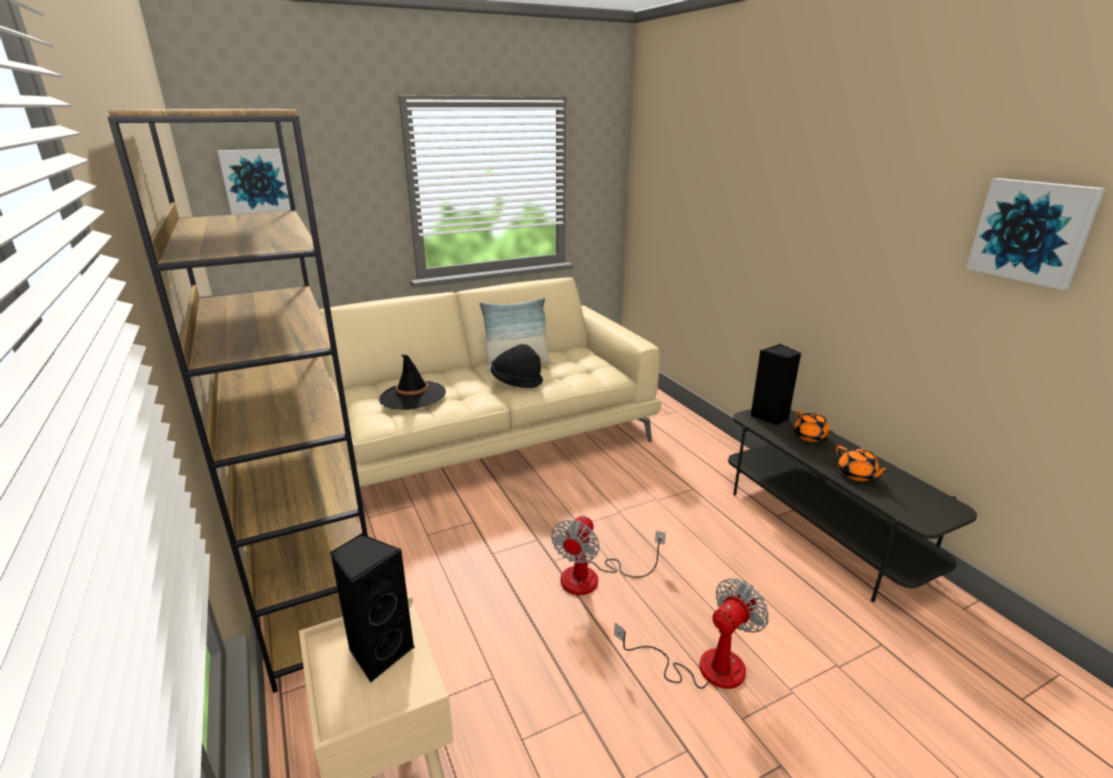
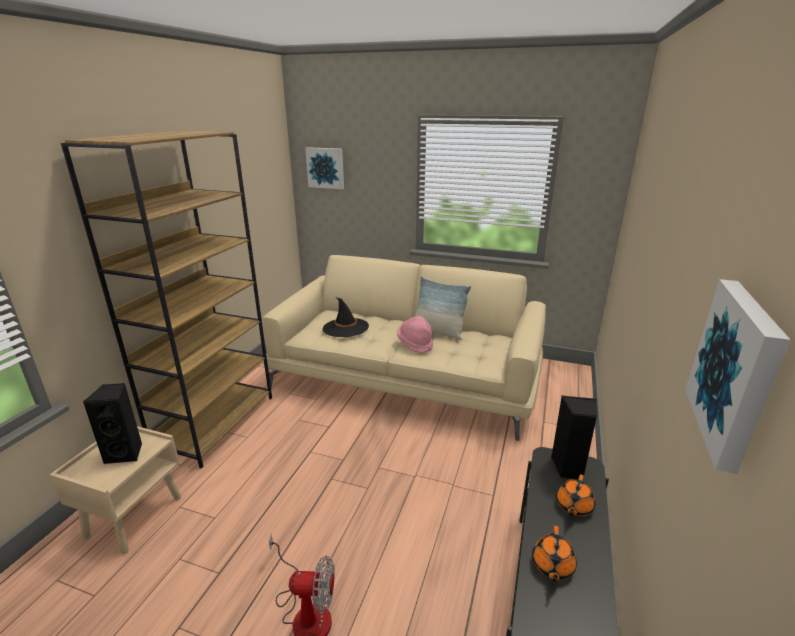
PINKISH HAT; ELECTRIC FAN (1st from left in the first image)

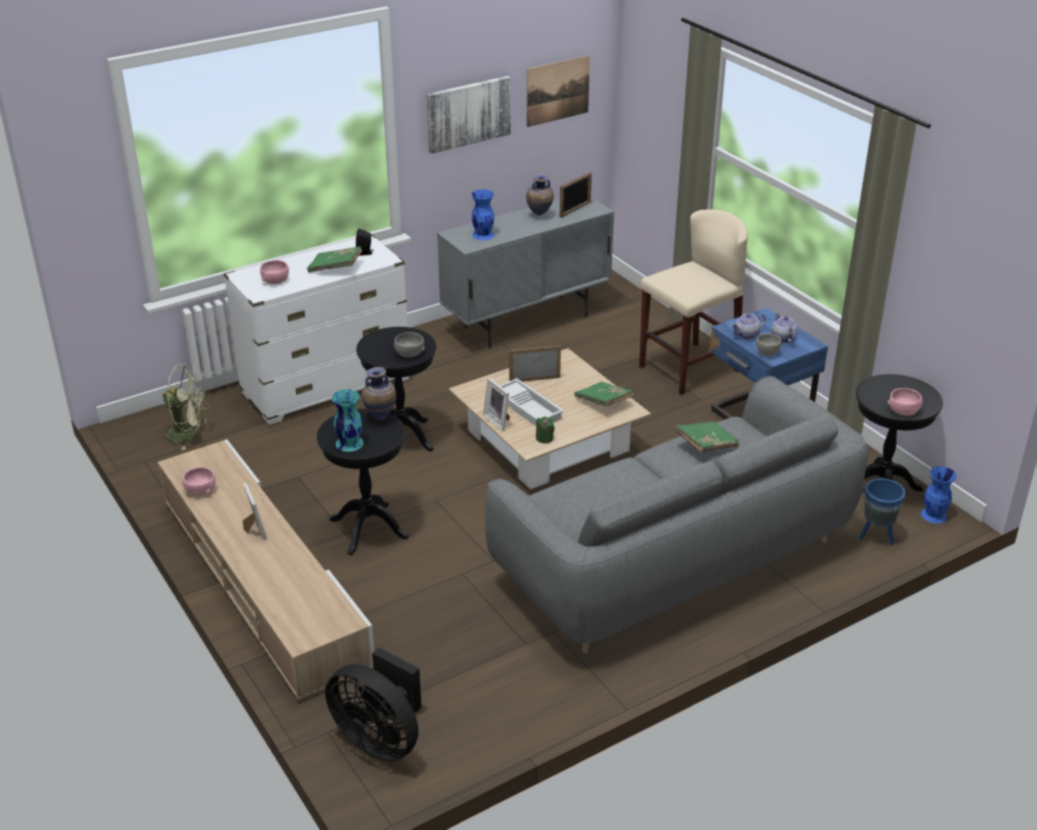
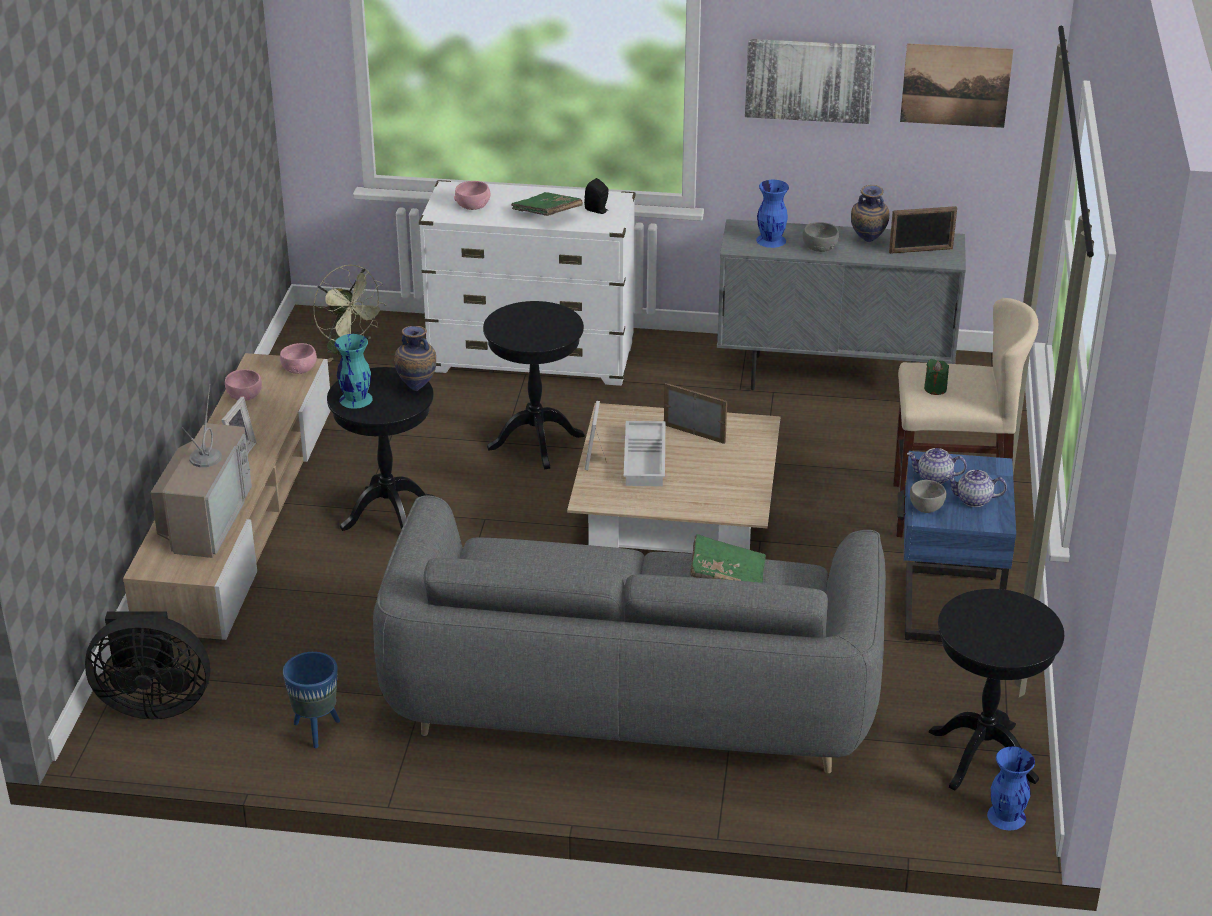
TEA POT (2nd from left); GRAY DEEP DISH (1st from left); GREENISH BOOK (2nd from left in the first image); PINKISH DEEP DISH (2nd from left); GREENISH WAX LIGHT; BLUE-COLOURED FLOWER POT; BLACK-COLOURED ELECTRIC FAN; TV

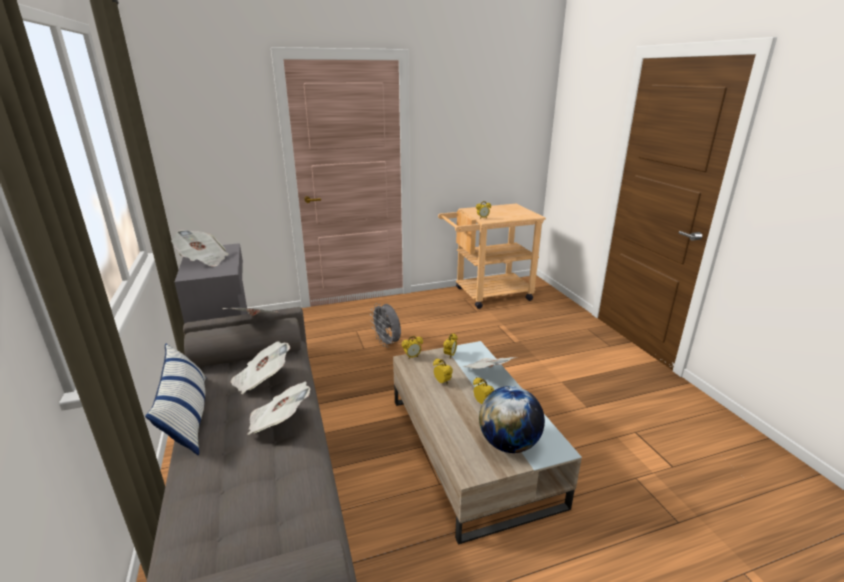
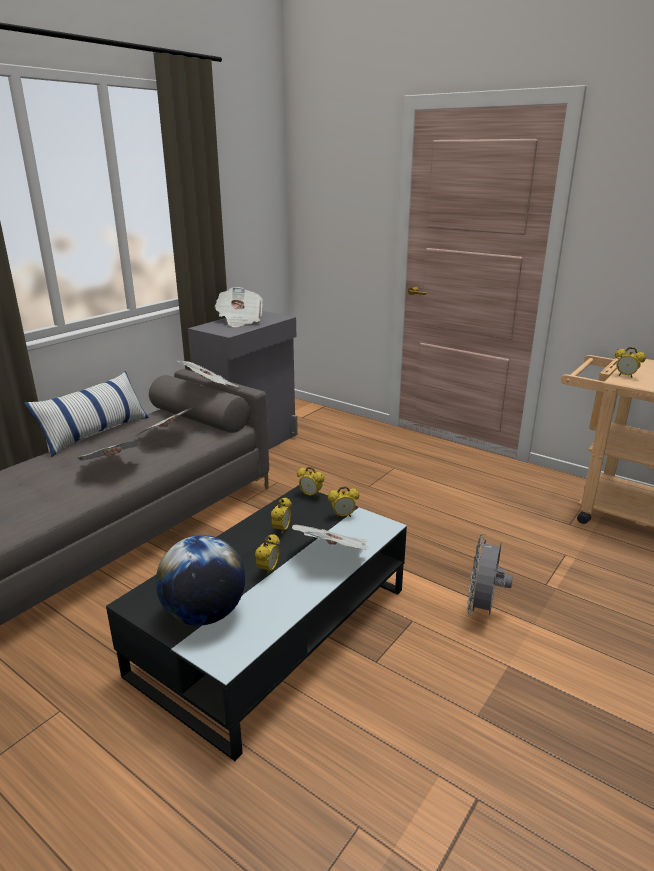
GRAY ELECTRIC FAN; BLACK-COLOURED LOW TABLE

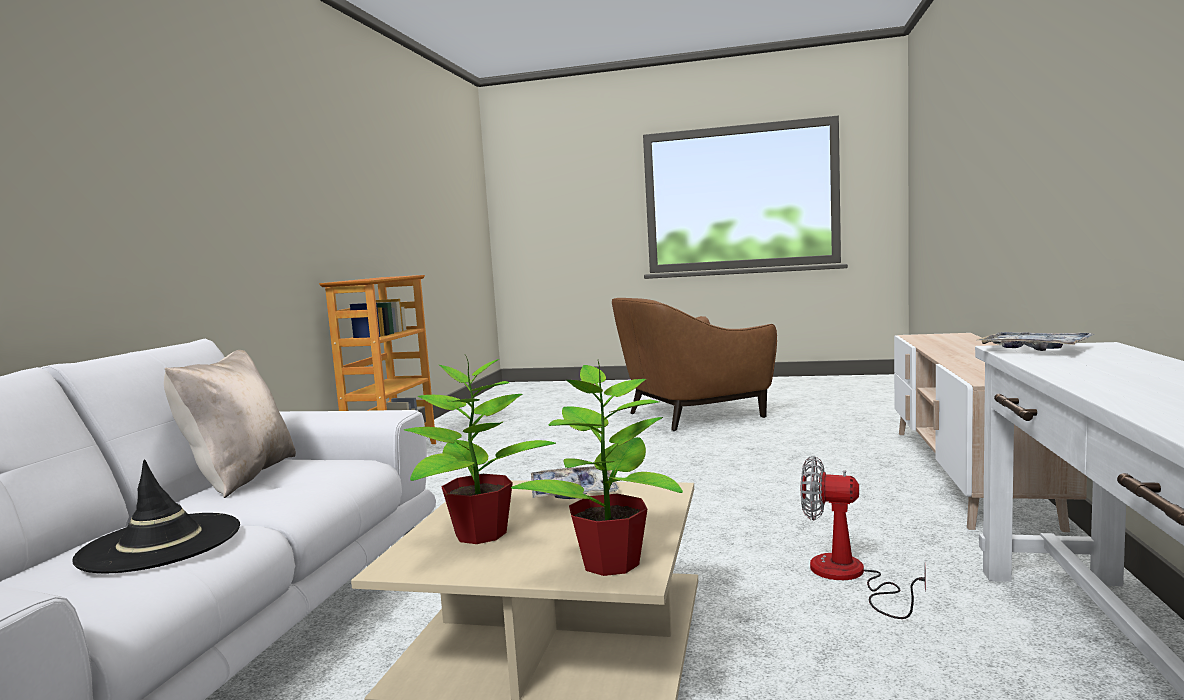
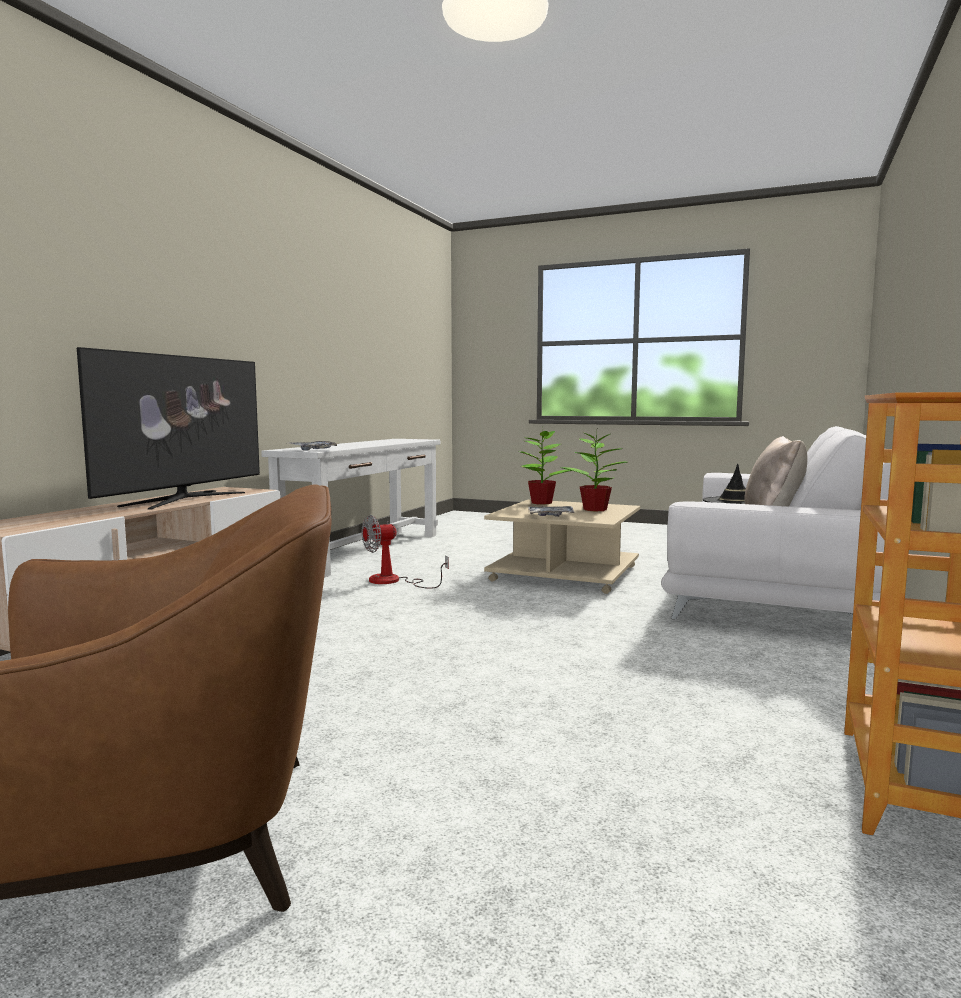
ELECTRIC FAN; TV

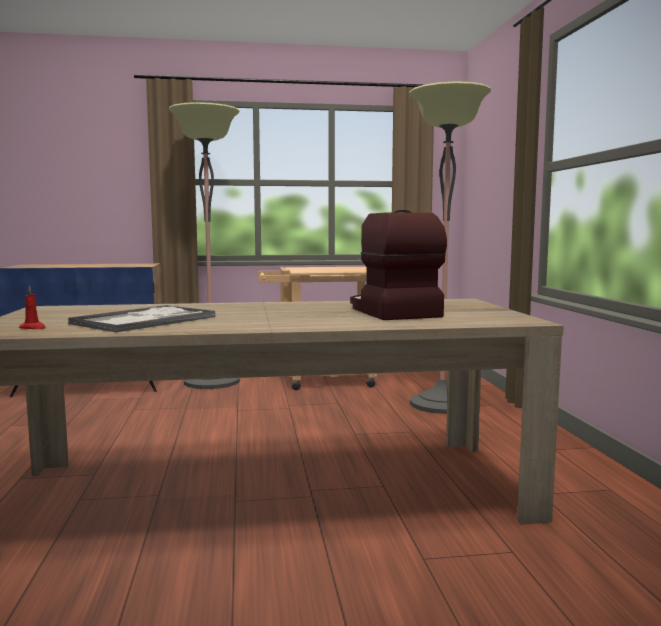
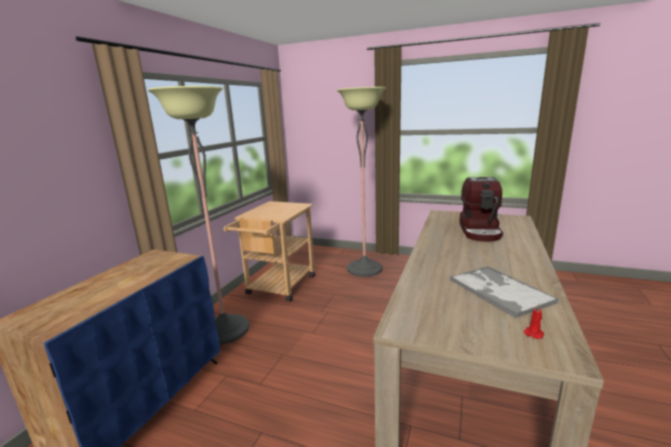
COFFEE MAKER

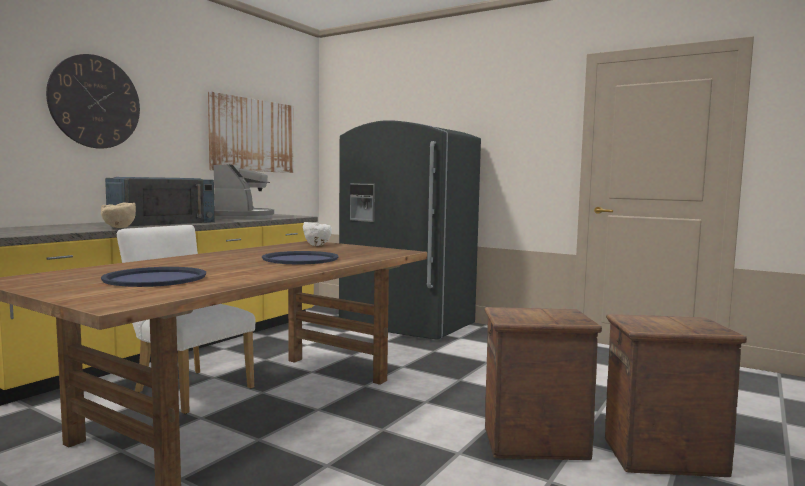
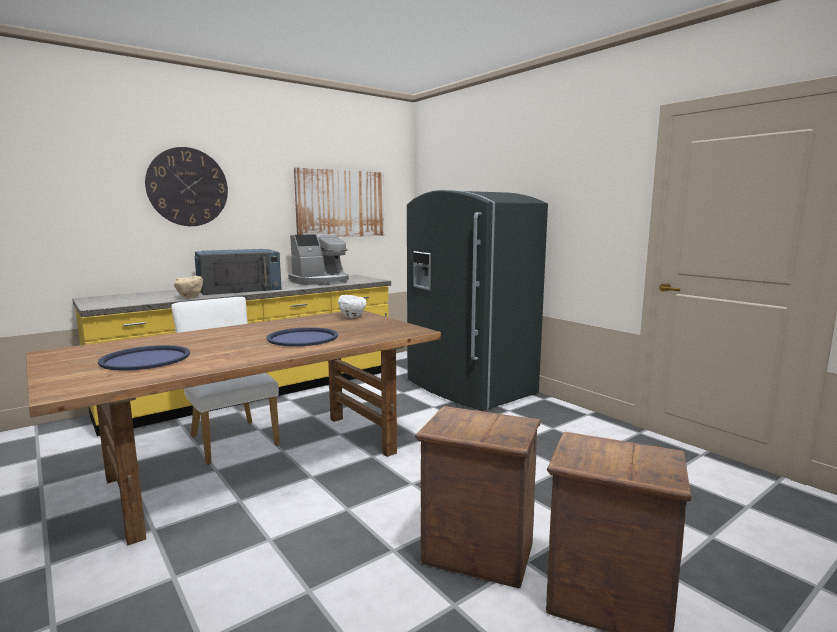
COFFEE MAKER

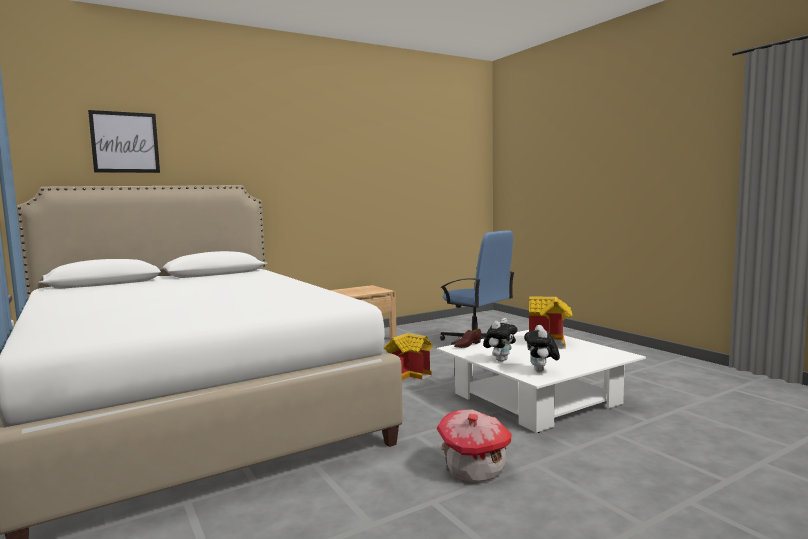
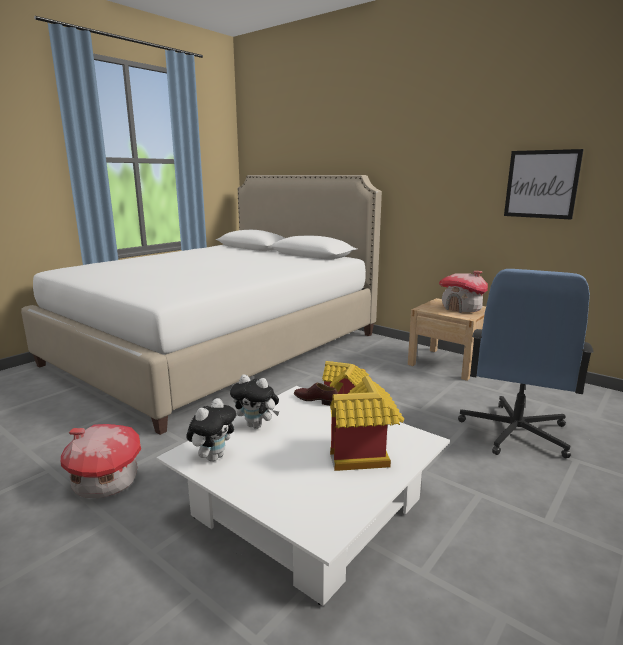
WALL PICTURE; CUDDLY TOY (1st from left); MINIATURE HOUSE (4th from left)

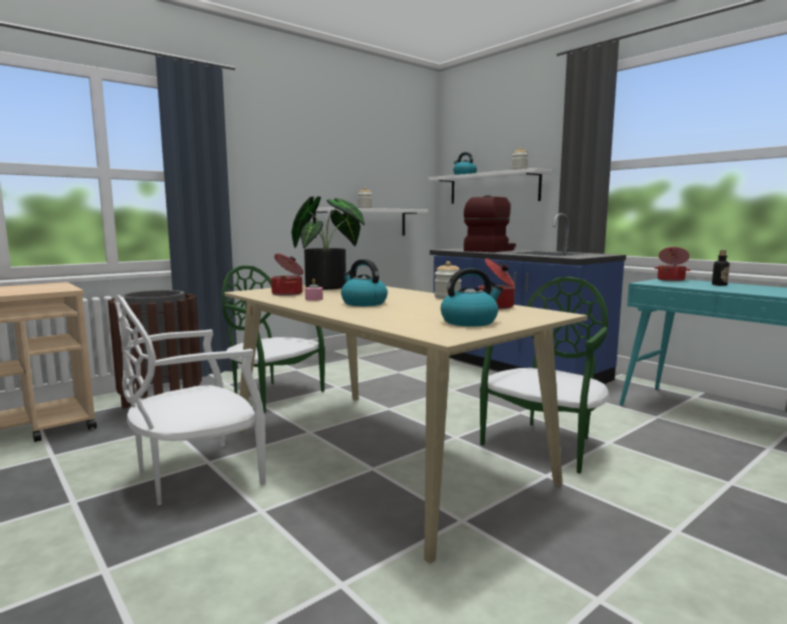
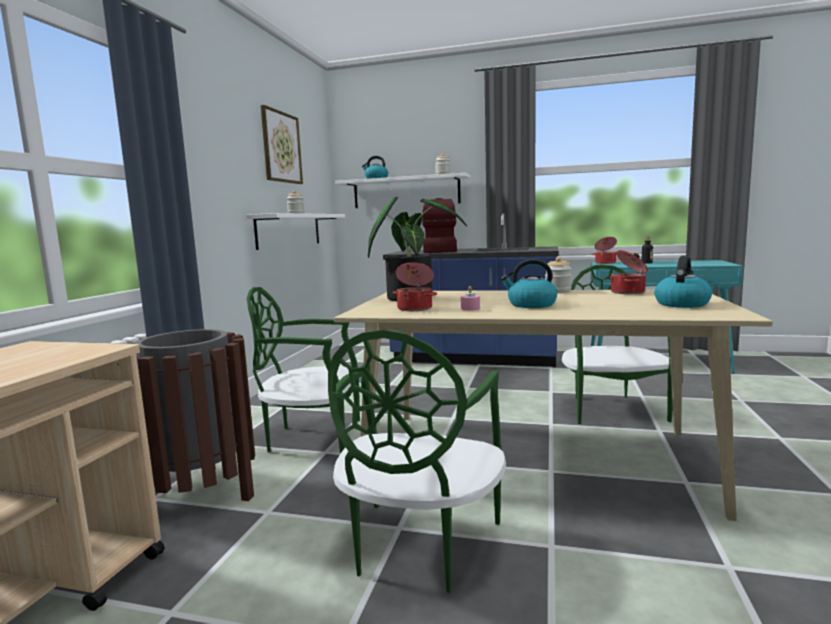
GREENISH UPRIGHT CHAIR (2nd from left); WALL PICTURE

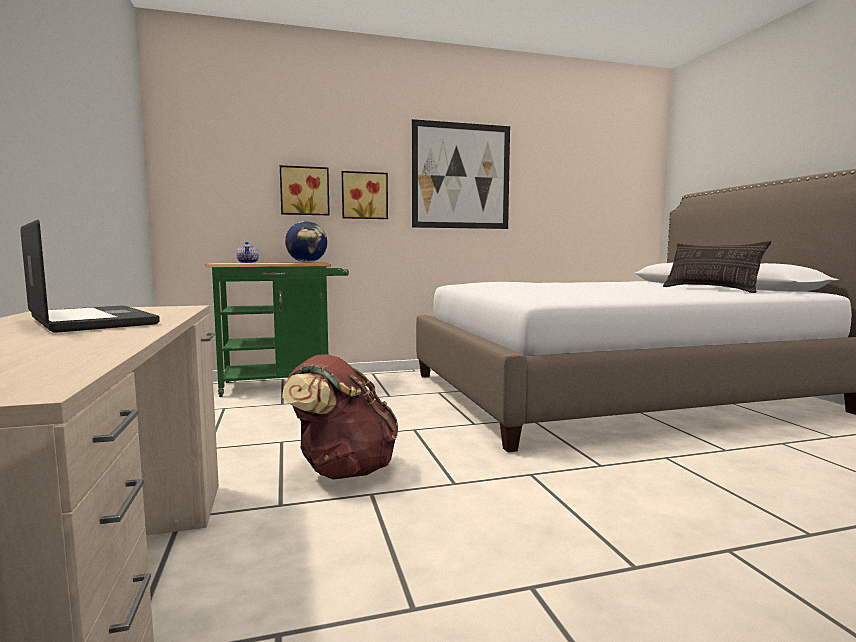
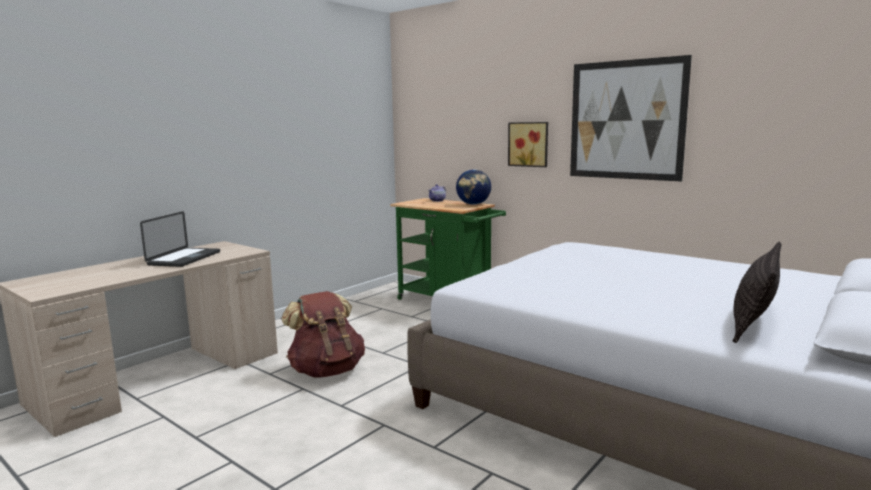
WALL PICTURE (1st from left in the first image)

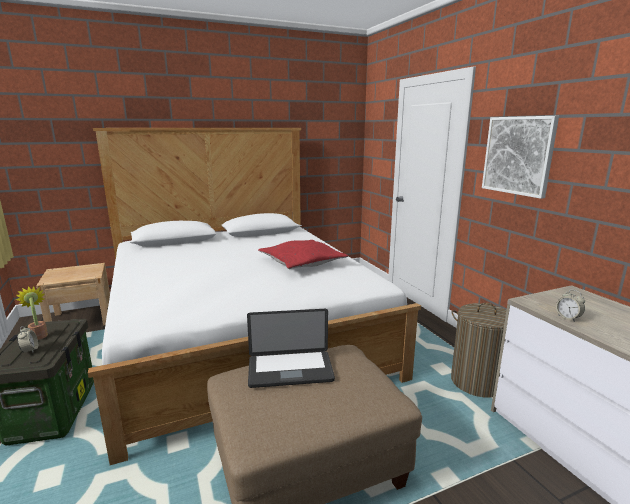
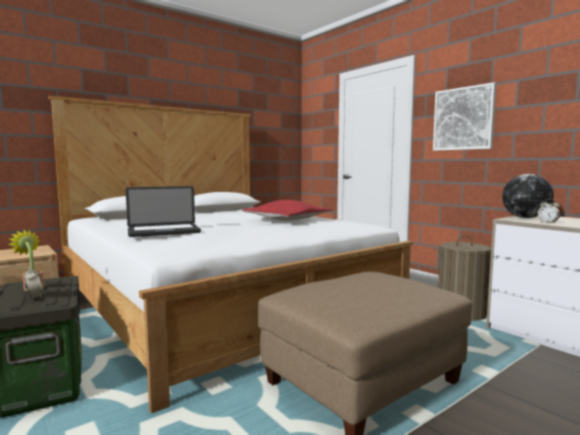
PORTABLE COMPUTER; DESK GLOBE

